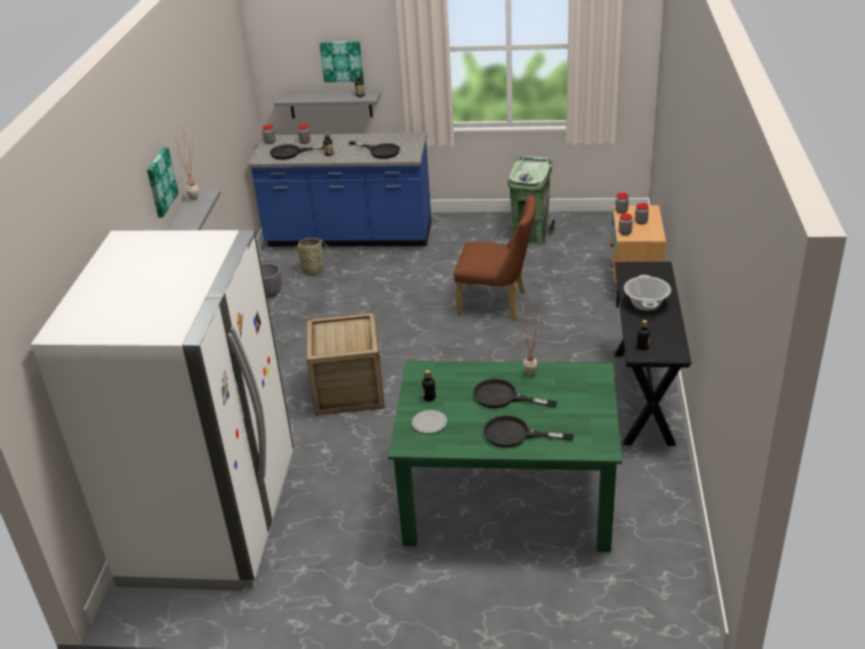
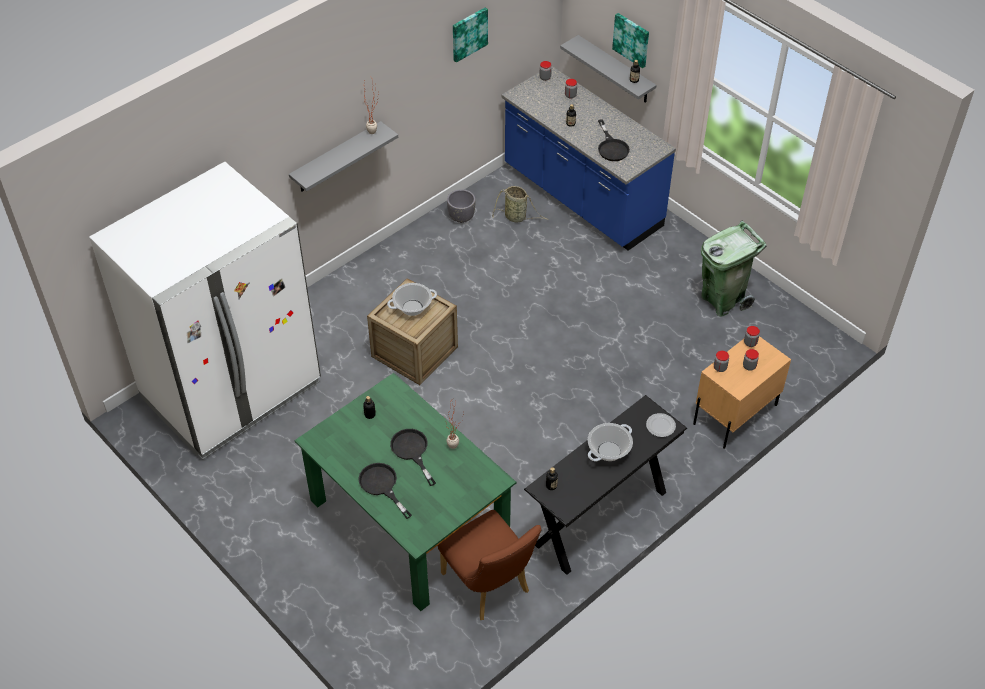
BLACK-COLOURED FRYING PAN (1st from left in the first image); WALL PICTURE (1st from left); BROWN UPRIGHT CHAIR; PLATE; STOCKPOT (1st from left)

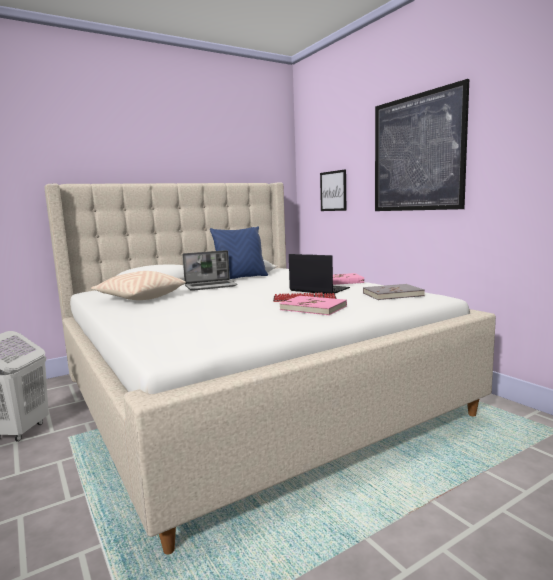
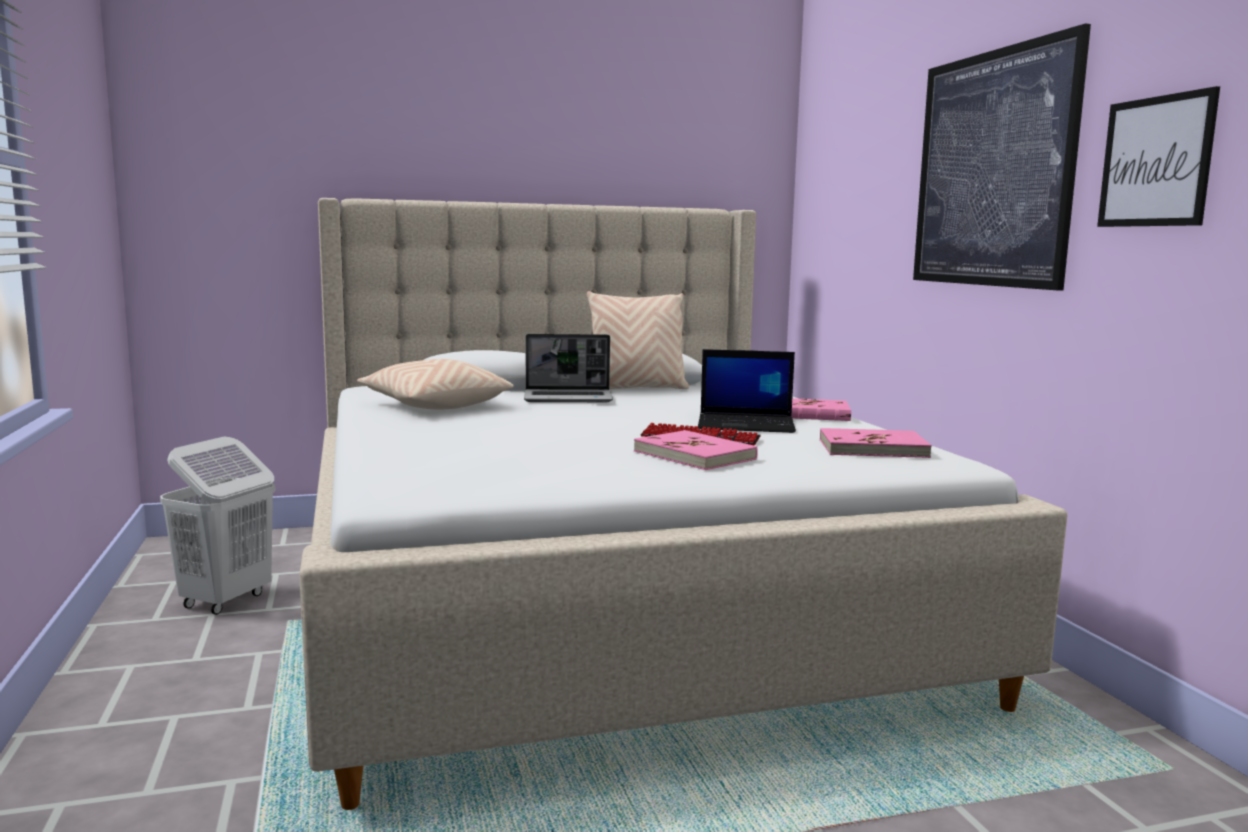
WALL PICTURE (2nd from left); BEIGE-COLOURED PILLOW (2nd from left); PORTABLE COMPUTER (2nd from left); PINKISH BOOK (3rd from left)

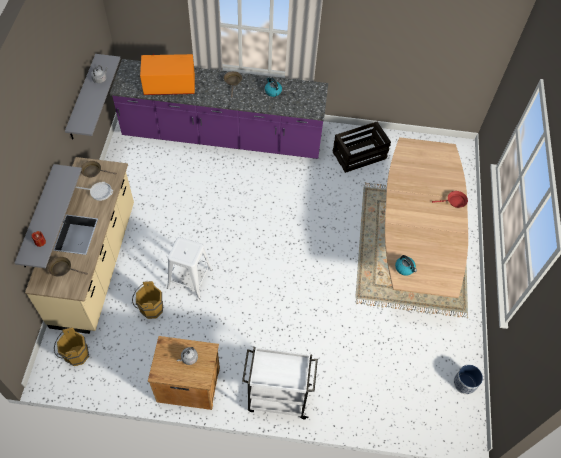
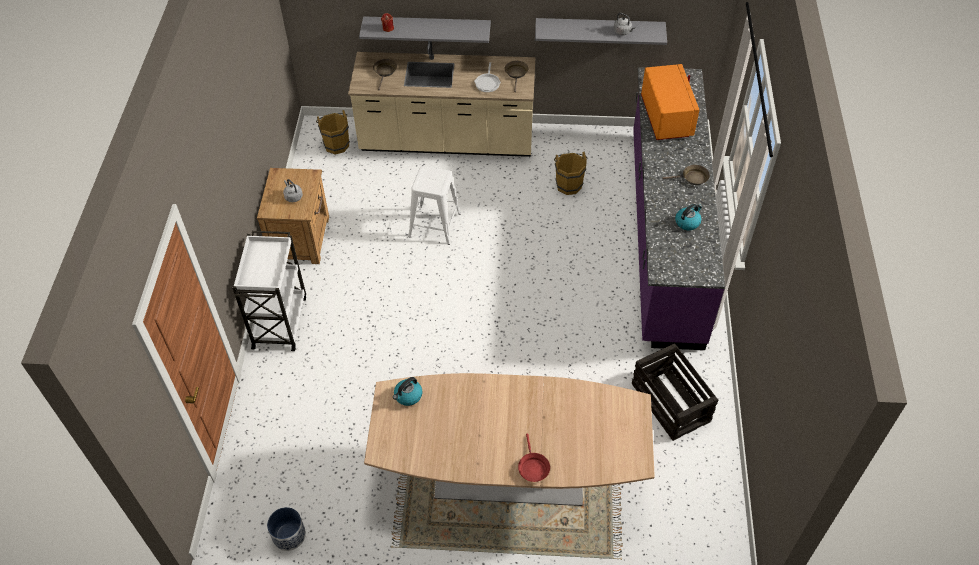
BROWN BUCKET (2nd from left)

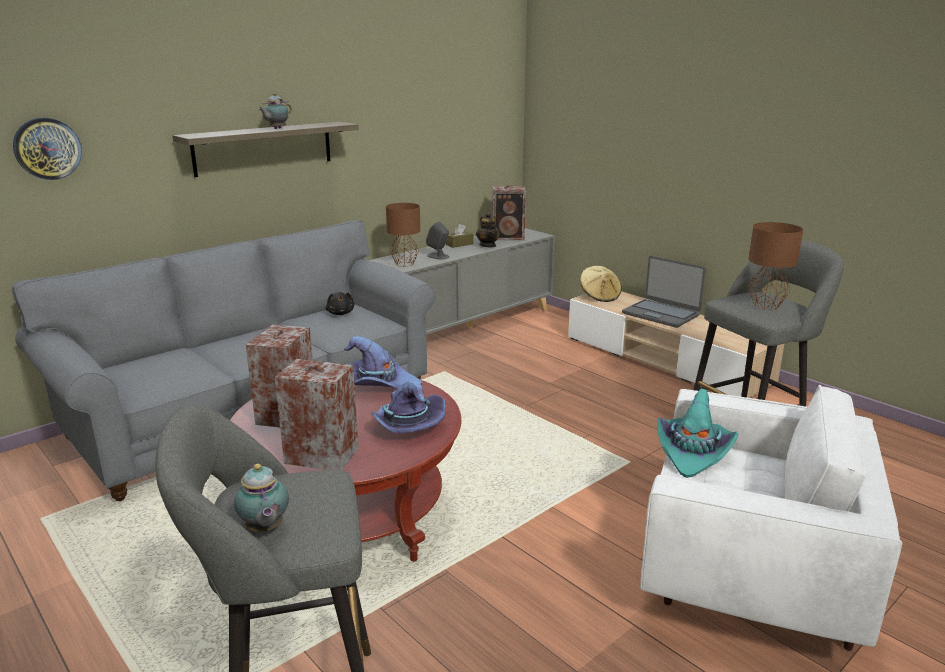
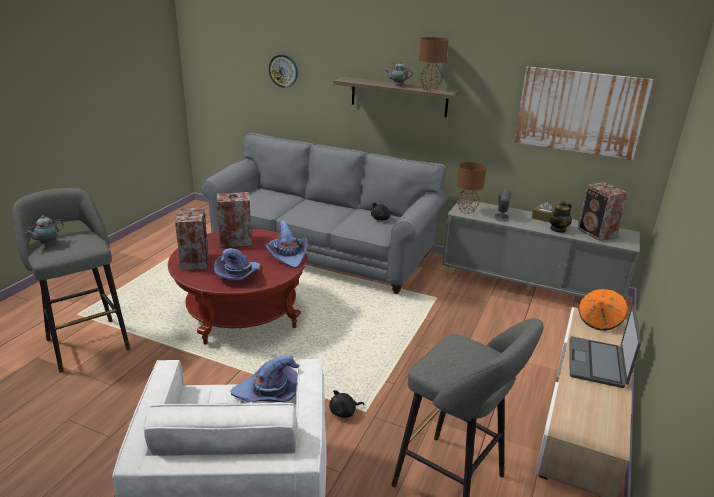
BROWN TABLE LAMP (1st from left); ORANGE HAT; PURPLE HAT (2nd from left); WALL PICTURE; BLACK-COLOURED CUDDLY TOY (1st from left)

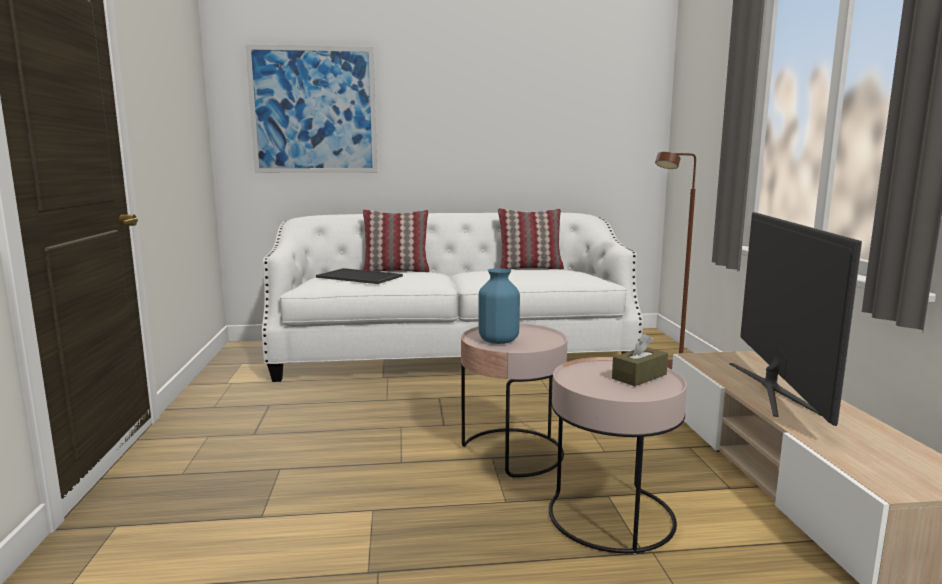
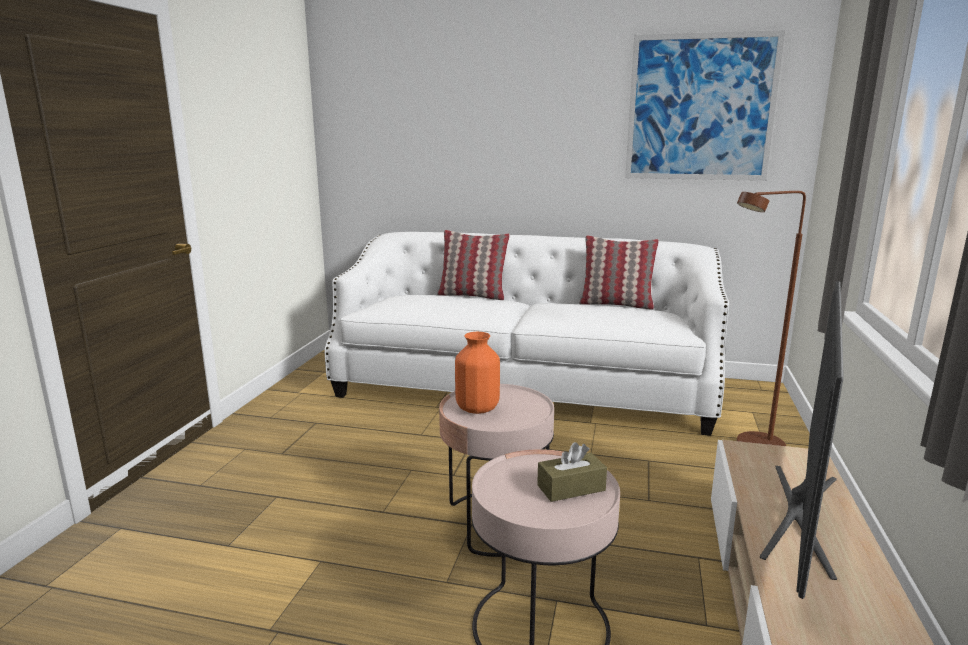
WALL PICTURE; TRAY; ORANGE DECORATIVE VASE

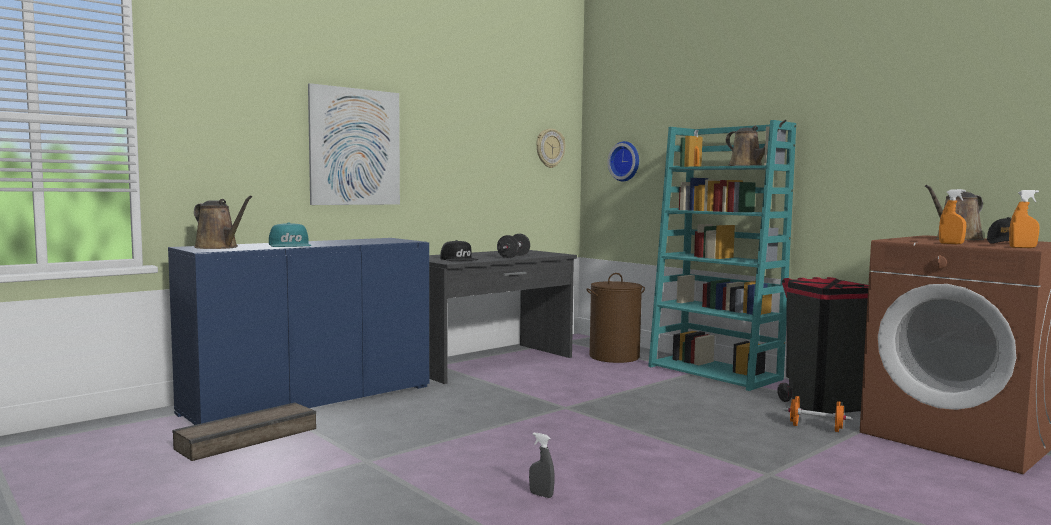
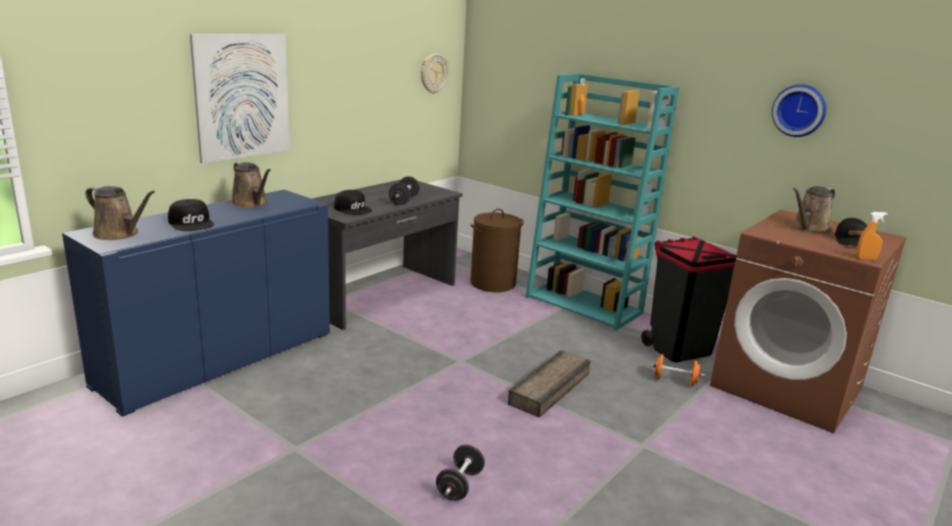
BROWN SPRINKLING CAN (2nd from left); HANGING CLOCK (2nd from left); ORANGE SPRAY BOTTLE (2nd from left in the first image); BLACK-COLOURED CAP (1st from left); CRATE; BLACK-COLOURED HAND WEIGHT (2nd from left)

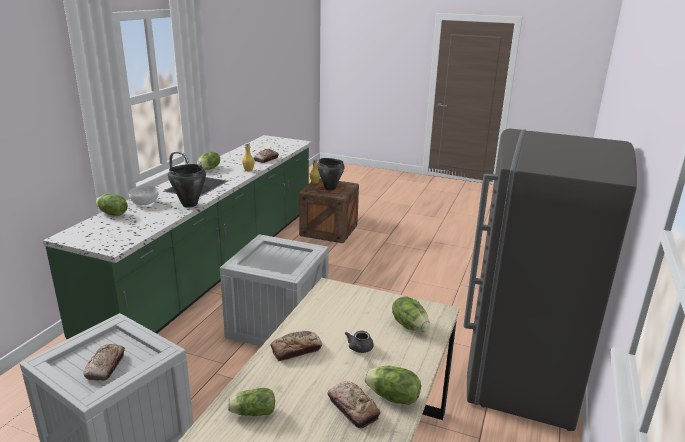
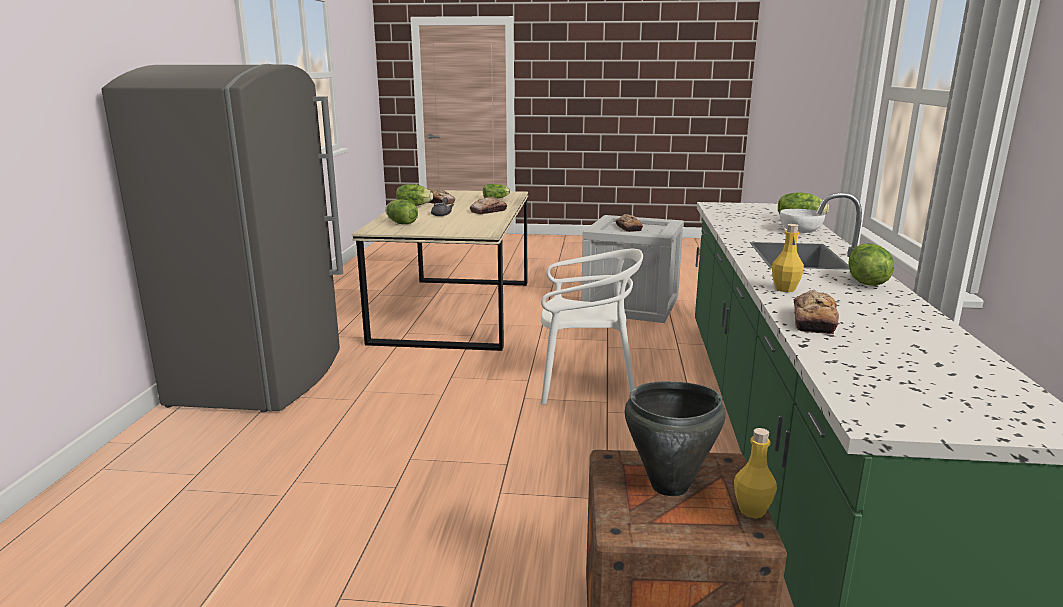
BLACK-COLOURED STOCKPOT (1st from left in the first image); WHITE-COLOURED UPRIGHT CHAIR

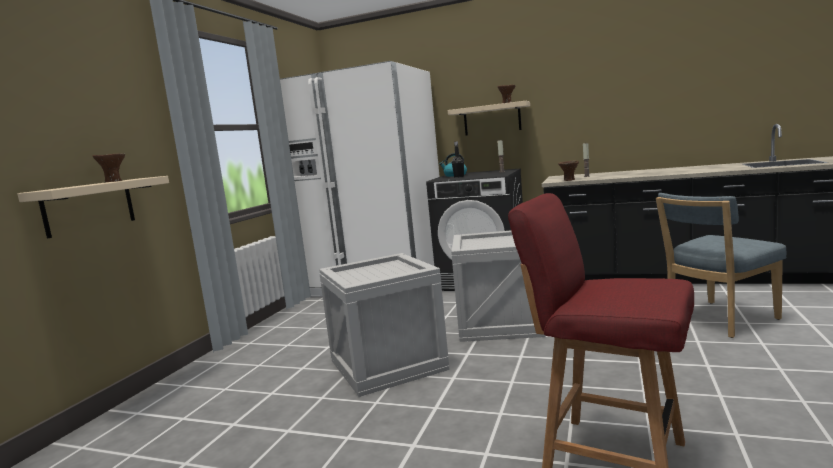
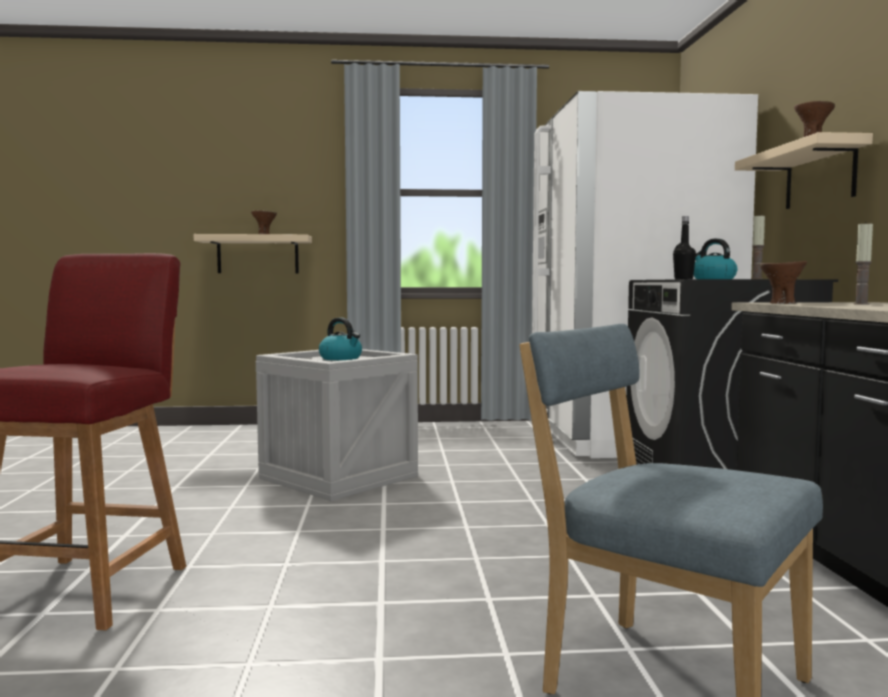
CRATE (2nd from left in the first image); WATER KETTLE (1st from left)

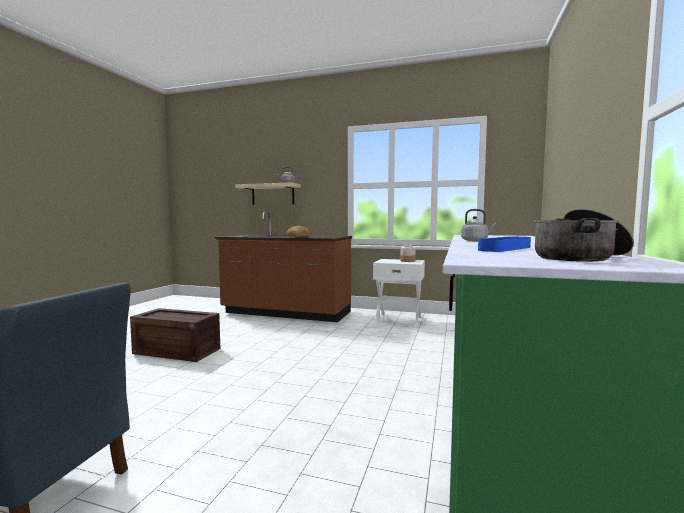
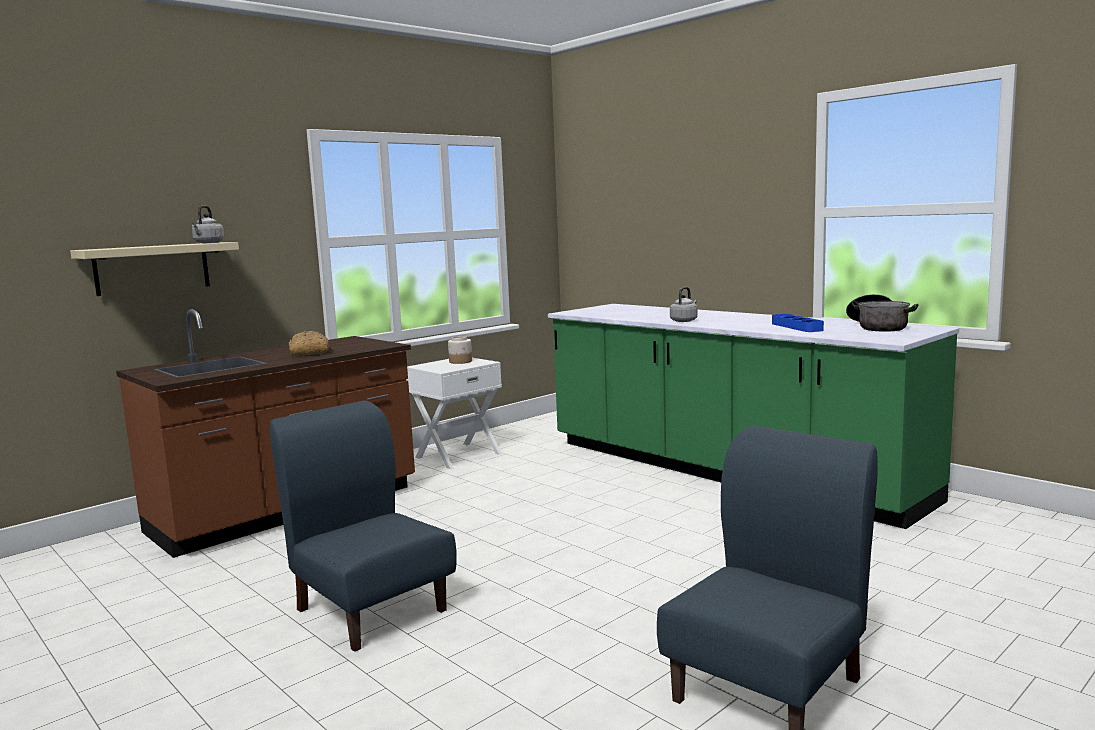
BLUE-COLOURED UPRIGHT CHAIR (1st from left)

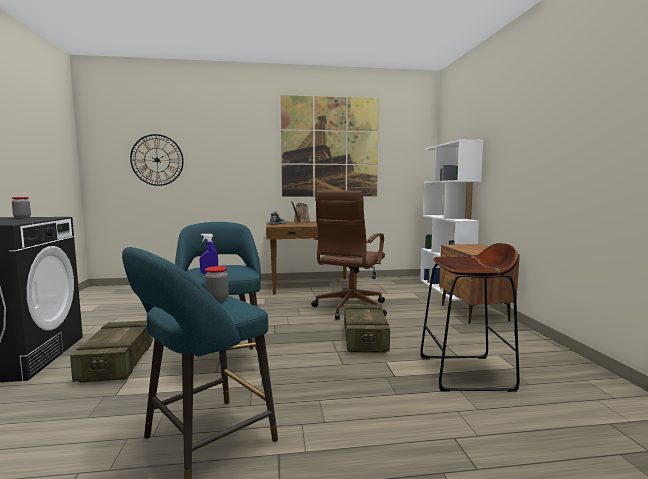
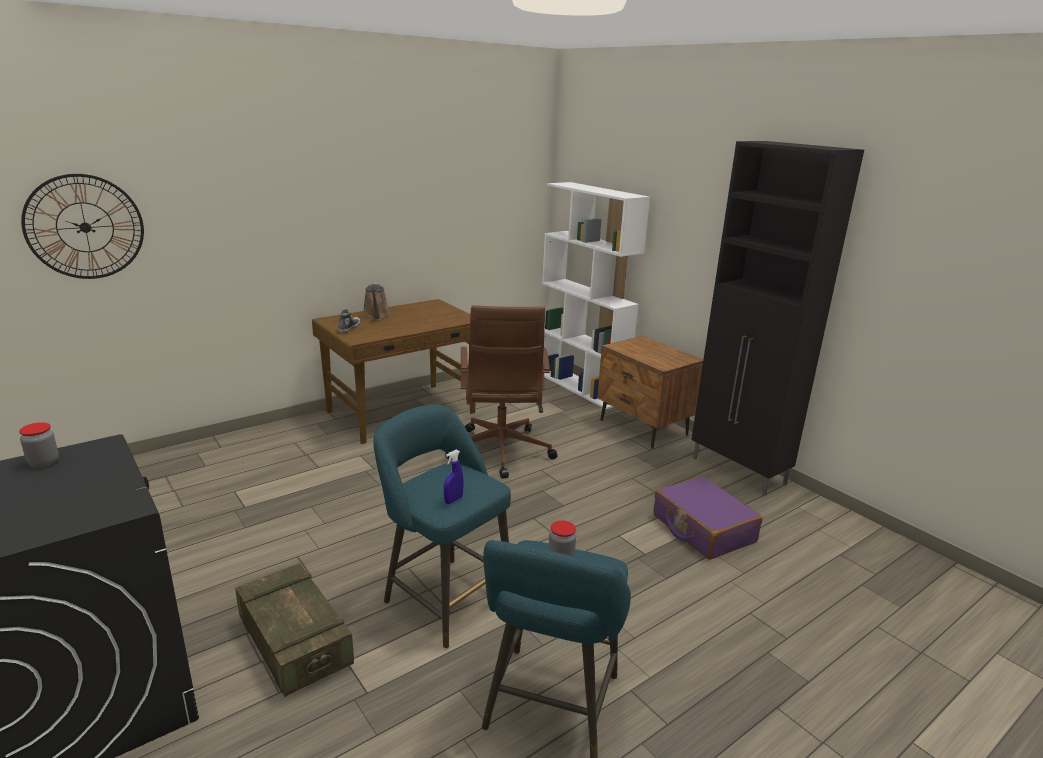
WALL PICTURE; PURPLE TRAVEL CASE; CRATE (2nd from left in the first image); BLACK-COLOURED STORAGE CABINET

